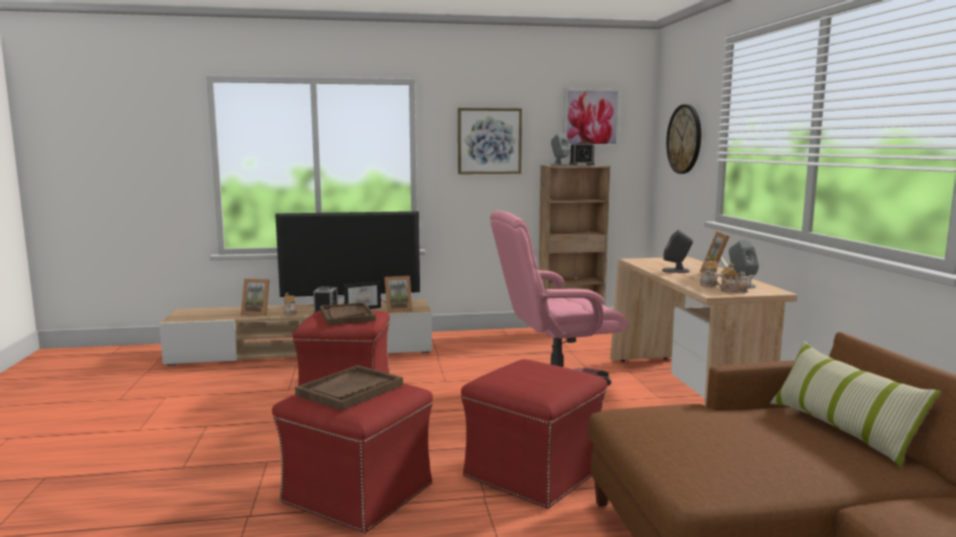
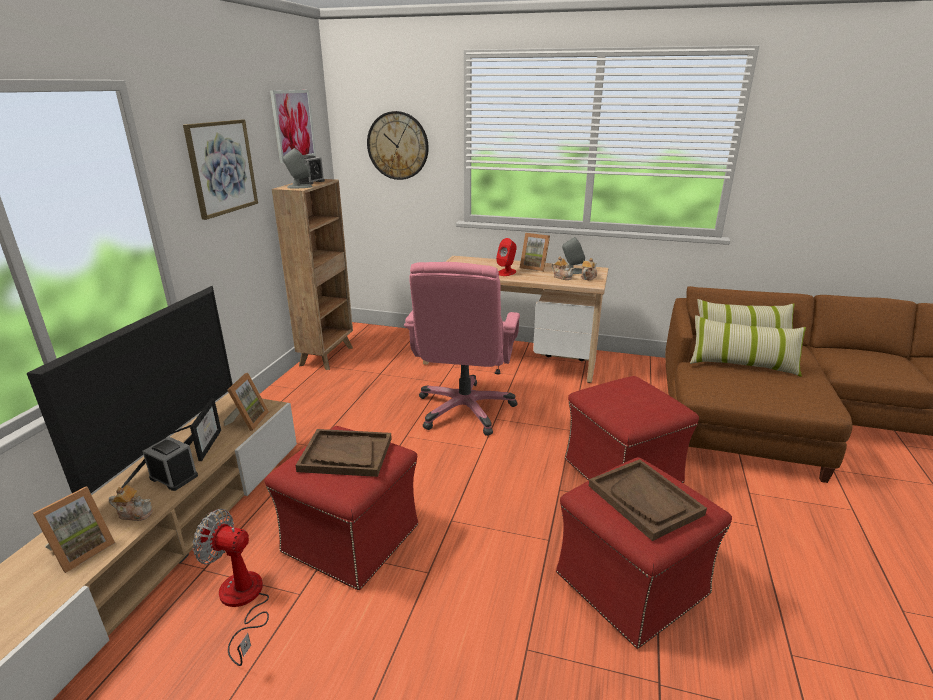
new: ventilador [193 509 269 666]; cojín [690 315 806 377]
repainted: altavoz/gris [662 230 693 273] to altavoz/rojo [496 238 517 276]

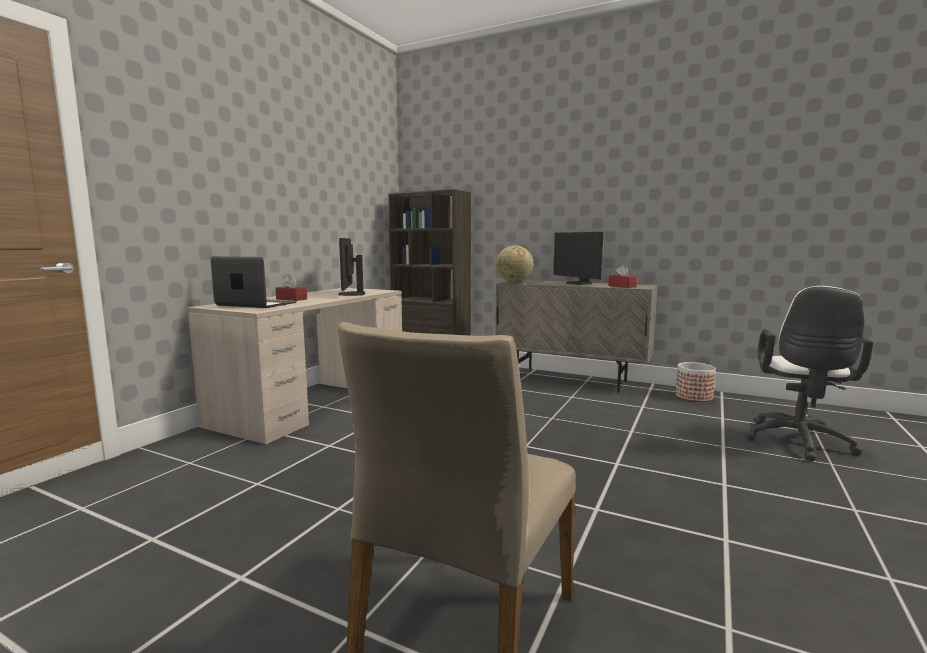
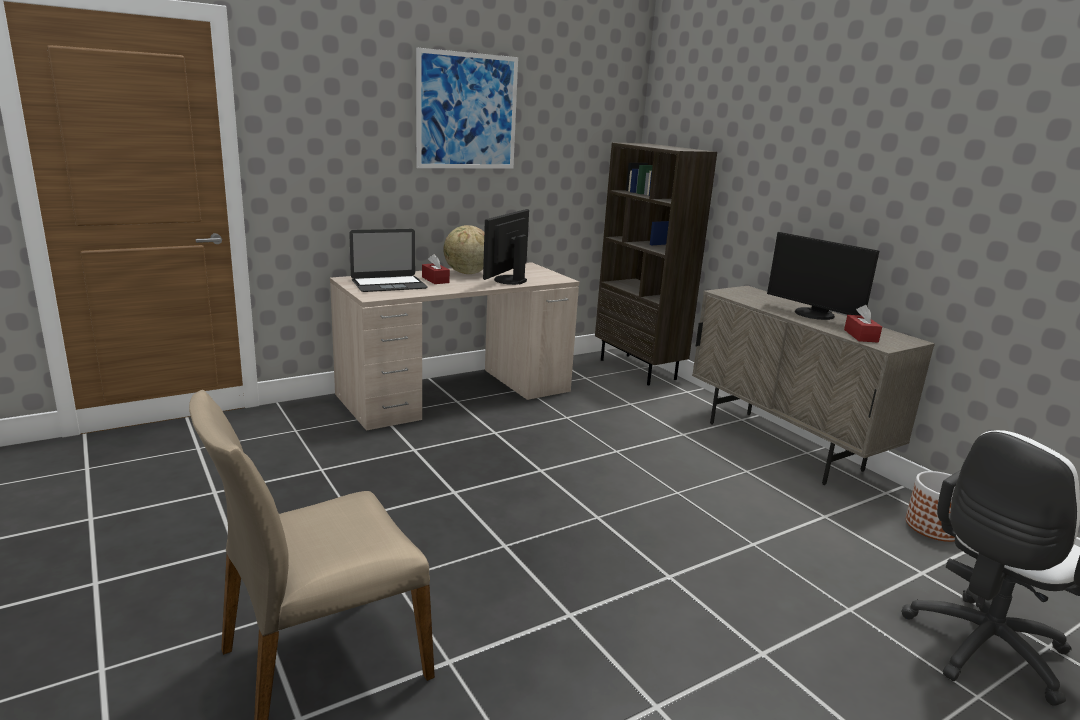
new: cuadro [416 48 518 169]
shifted: globo terráqueo [496 245 533 283] to [443 225 484 274]
rotated: portátil [210 256 297 308] = [349 229 428 292] 105 degrees clockwise; monitor [554 232 603 285] = [767 232 879 320] 45 degrees counterclockwise

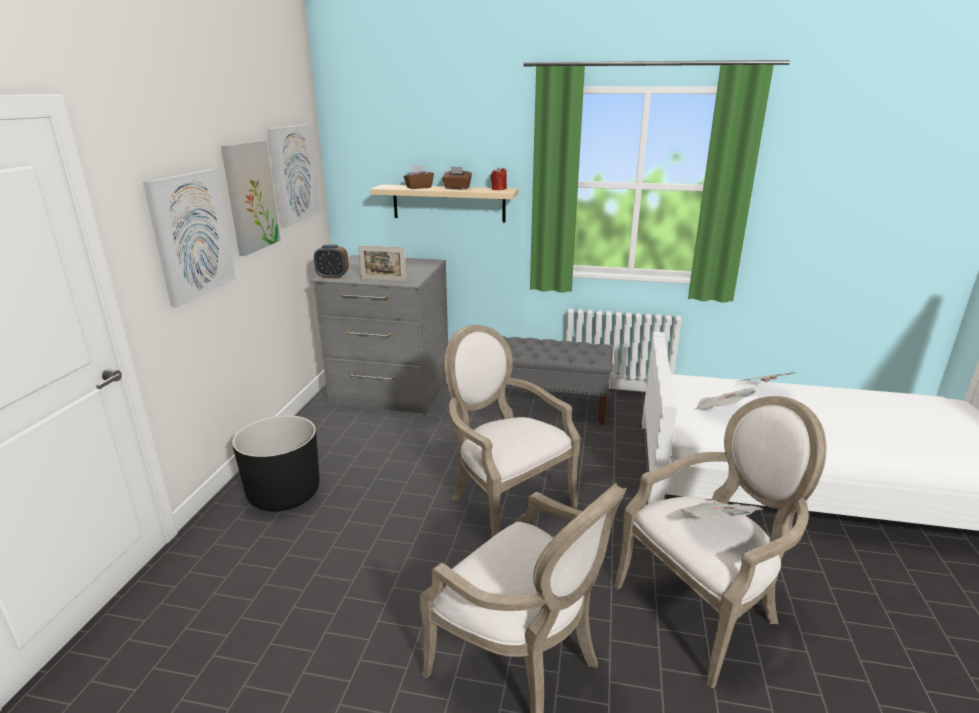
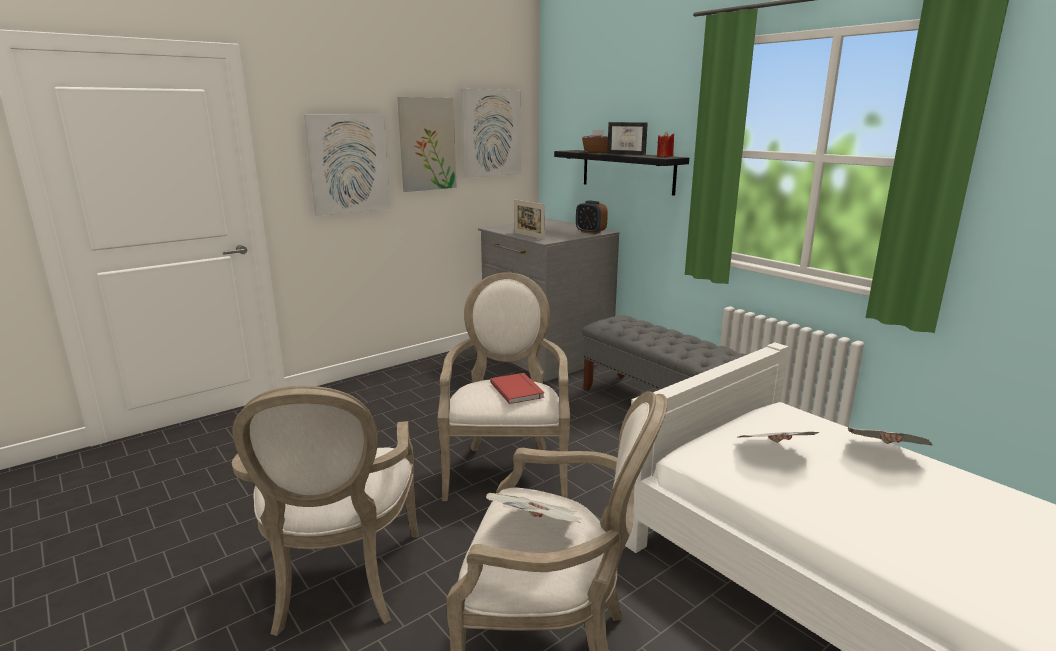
gone: maceta/negro [232 415 320 511]
new: libro/rojo [490 373 545 404]
shifted: despertador [314 245 349 279] to [576 200 608 234]
swapped: caja de pañuelos/marrón [442 166 472 189] to portarretratos [607 122 648 155]
repainted: estante/beis [370 184 518 222] to estante/negro [554 150 689 196]

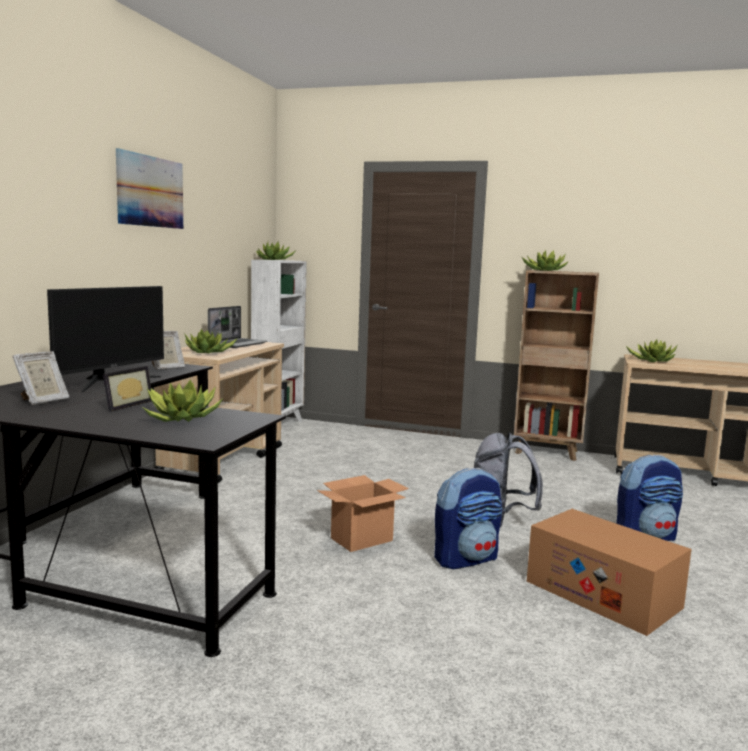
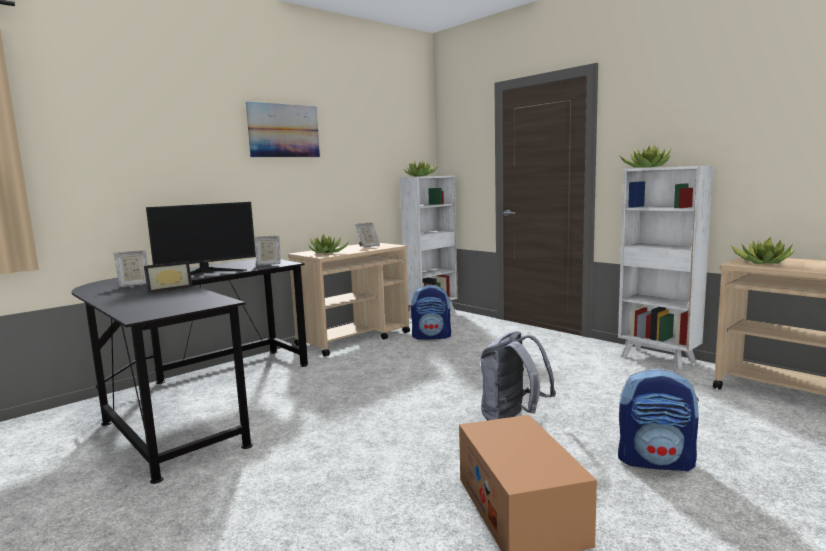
gone: planta en maceta [142 379 223 422]; caja de cartón [317 475 409 552]
shifted: mochila [434 468 502 569] to [411 285 451 340]
swapped: portátil [208 306 268 348] to portarretratos [355 223 380 248]
repainted: estantería/marrón [514 270 599 461] to estantería/blanco [618 165 713 370]

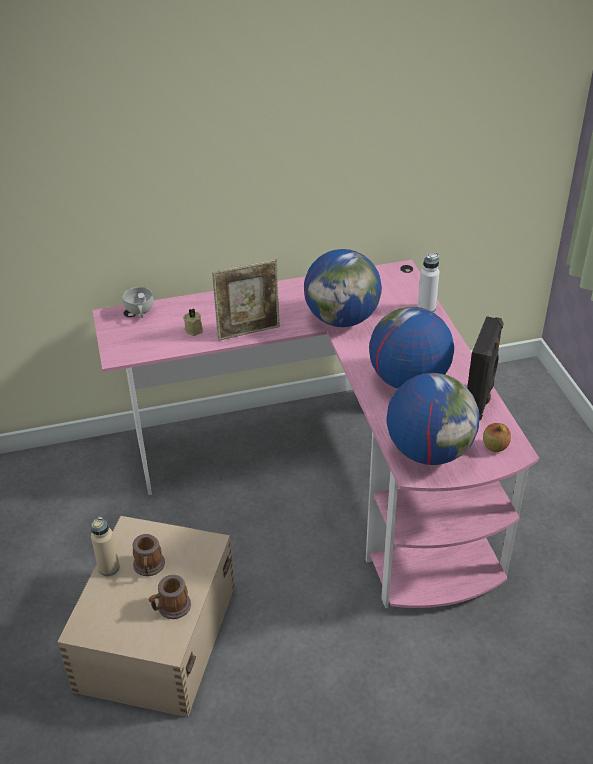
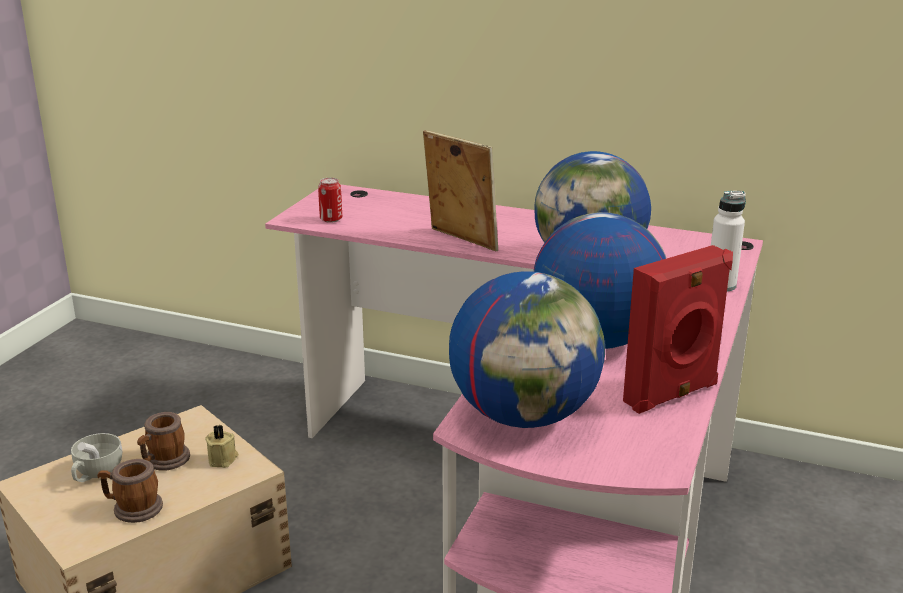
gone: botella/beis [91 517 120 576]; manzana [483 423 511 452]
new: lata [318 178 342 223]
shifted: taza/blanco [123 287 153 318] to [71 433 122 482]; vela/beis [183 308 203 336] to [205 424 239 468]
repainted: altavoz/negro [467 316 504 421] to altavoz/rojo [623 245 733 414]
rotated: portarretratos [212 259 280 341] = [423 130 498 252] 150 degrees counterclockwise

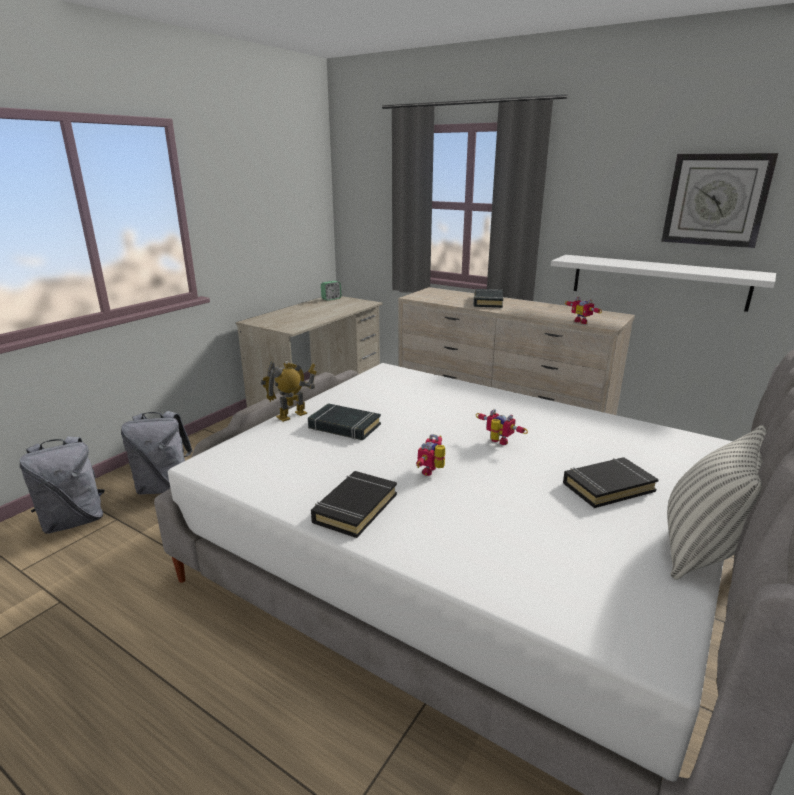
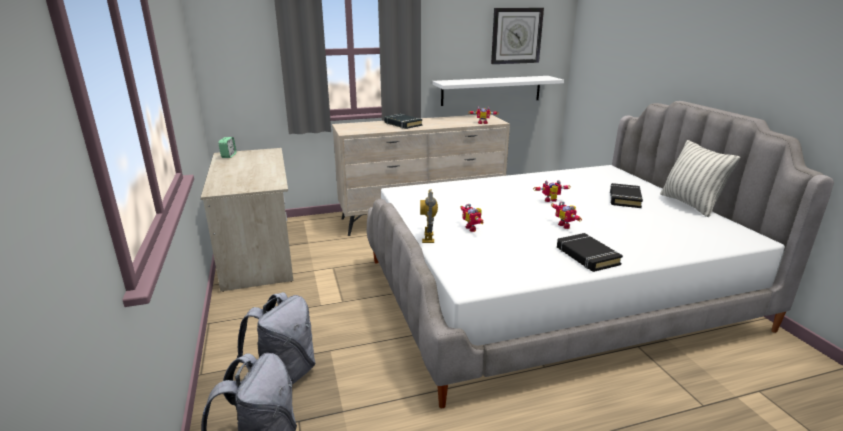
swapped: libro/negro [308 403 381 440] to robot de juguete [460 204 484 232]

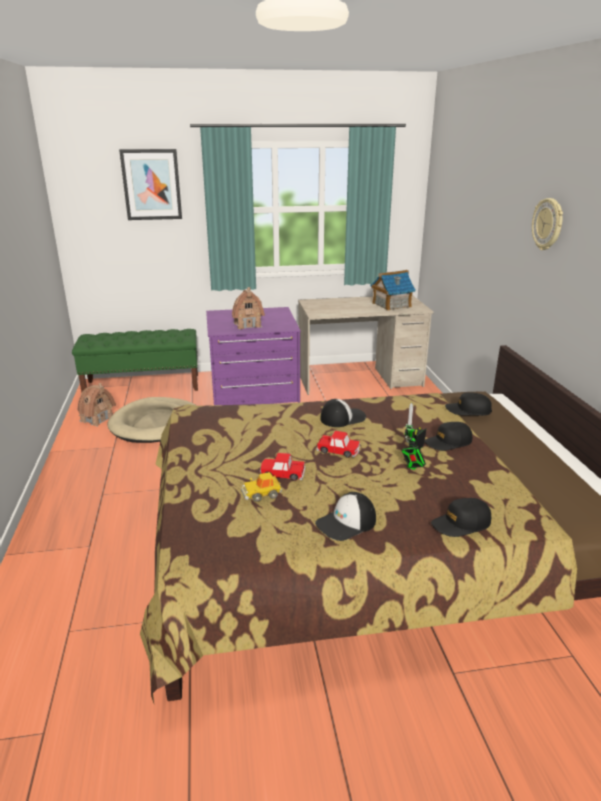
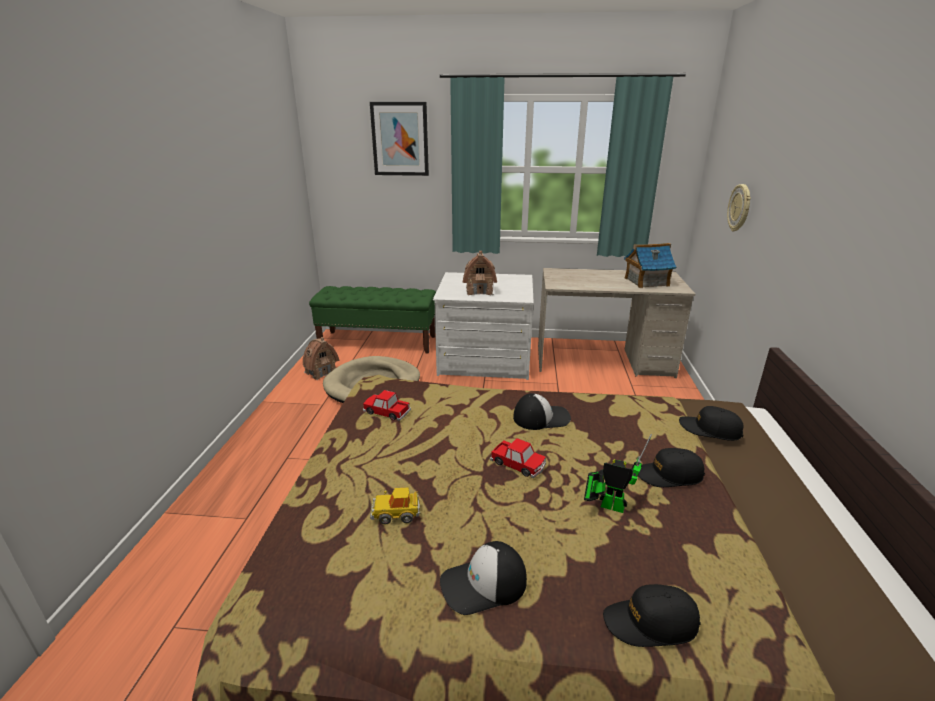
shifted: coche de juguete [260 453 305 481] to [363 390 411 421]; reloj de pared [532 198 563 250] to [727 184 751 231]
repainted: cómoda/morado [206 307 301 405] to cómoda/blanco [433 272 534 380]
rotated: robot de juguete [401 403 426 470] = [584 434 652 513] 60 degrees clockwise

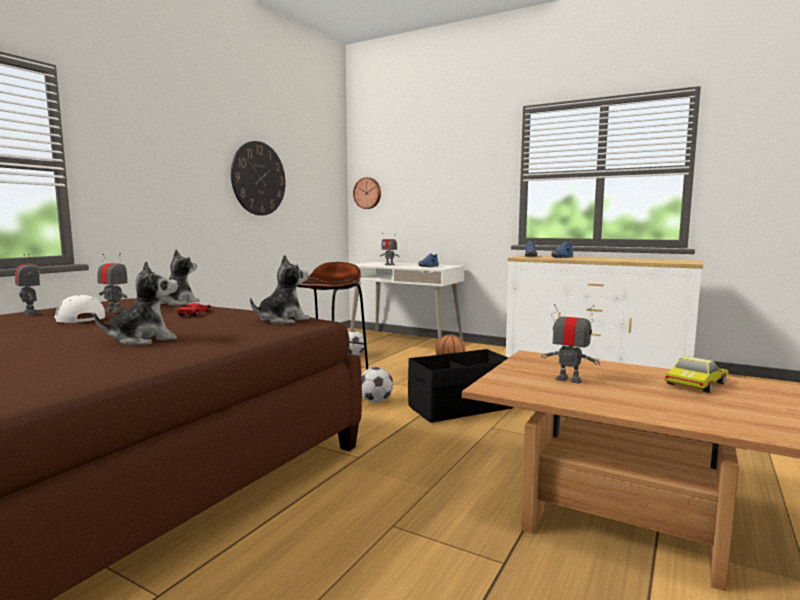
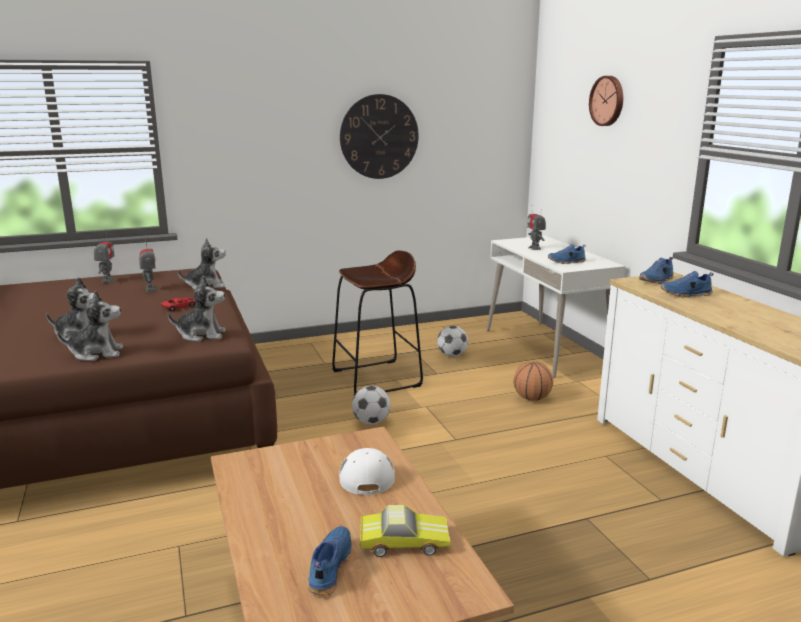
gone: caja de almacenaje/negro [408 349 513 423]; robot de juguete [541 304 600 384]
new: peluche [57 290 123 361]; zapato/azul [309 526 352 596]
shifted: gorra/blanco [54 295 105 323] to [339 448 395 495]; reloj de pared [353 177 381 209] to [589 76 623 126]

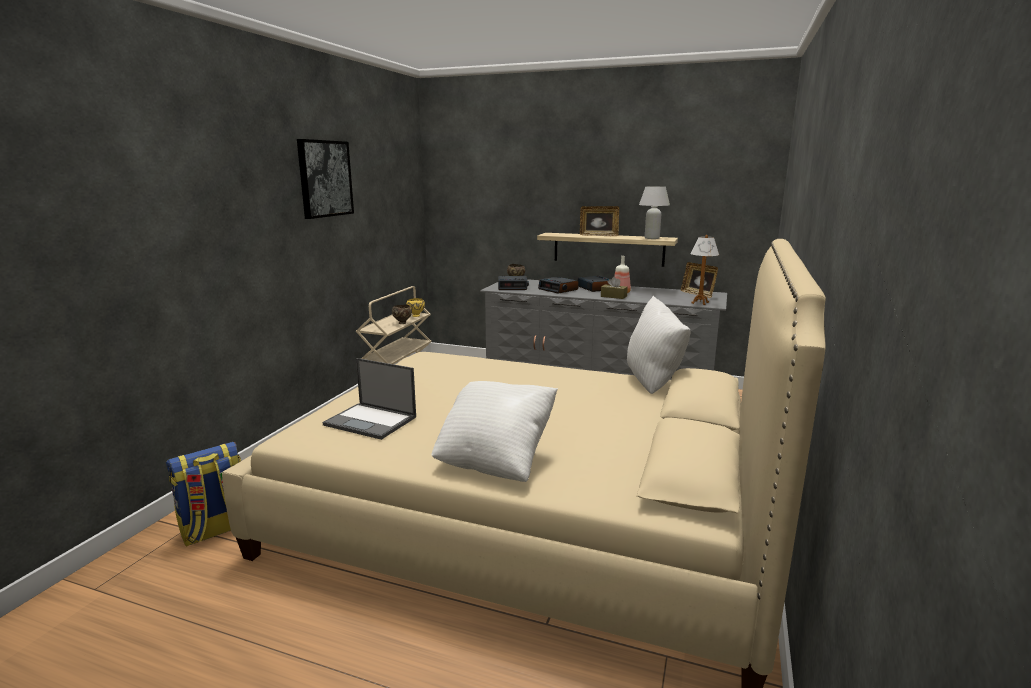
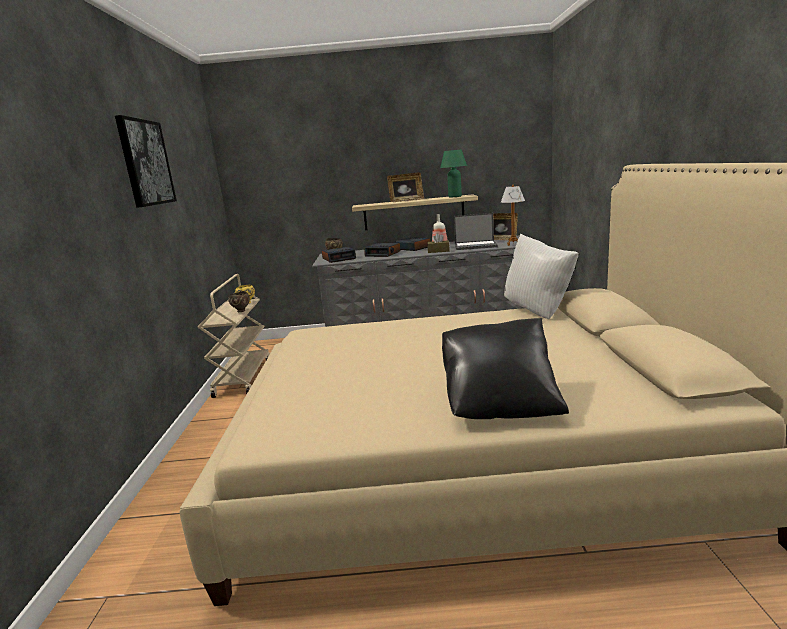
gone: mochila [166 442 241 547]
shifted: portátil [322 358 416 440] to [453 213 498 250]
repainted: cojín/blanco [431 381 558 482] to cojín/negro [442 318 569 419]; lámpara de mesa/blanco [639 186 670 239] to lámpara de mesa/verde [440 150 467 197]

